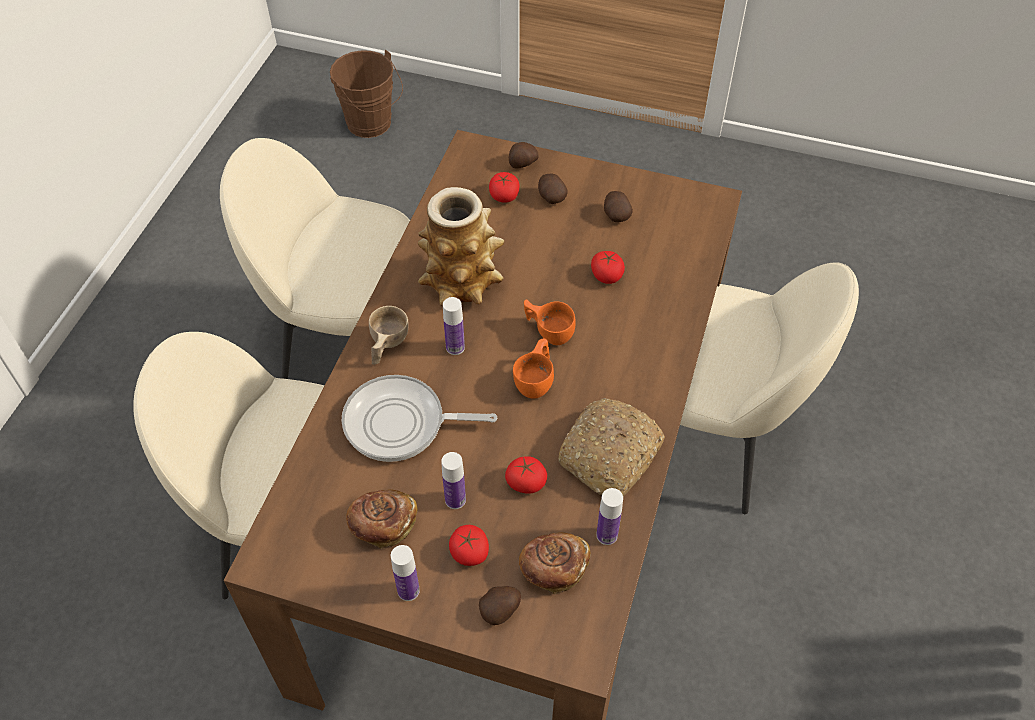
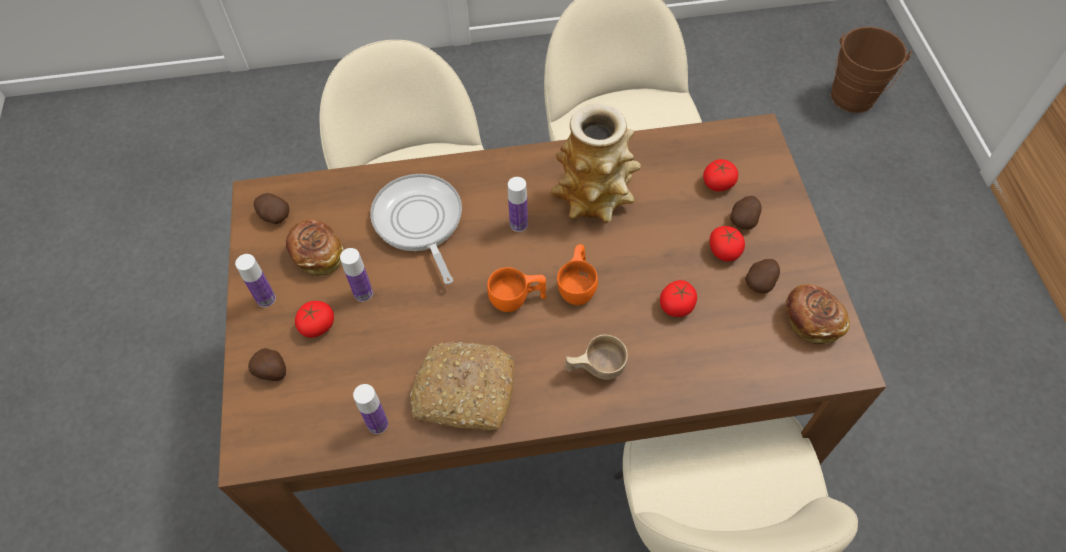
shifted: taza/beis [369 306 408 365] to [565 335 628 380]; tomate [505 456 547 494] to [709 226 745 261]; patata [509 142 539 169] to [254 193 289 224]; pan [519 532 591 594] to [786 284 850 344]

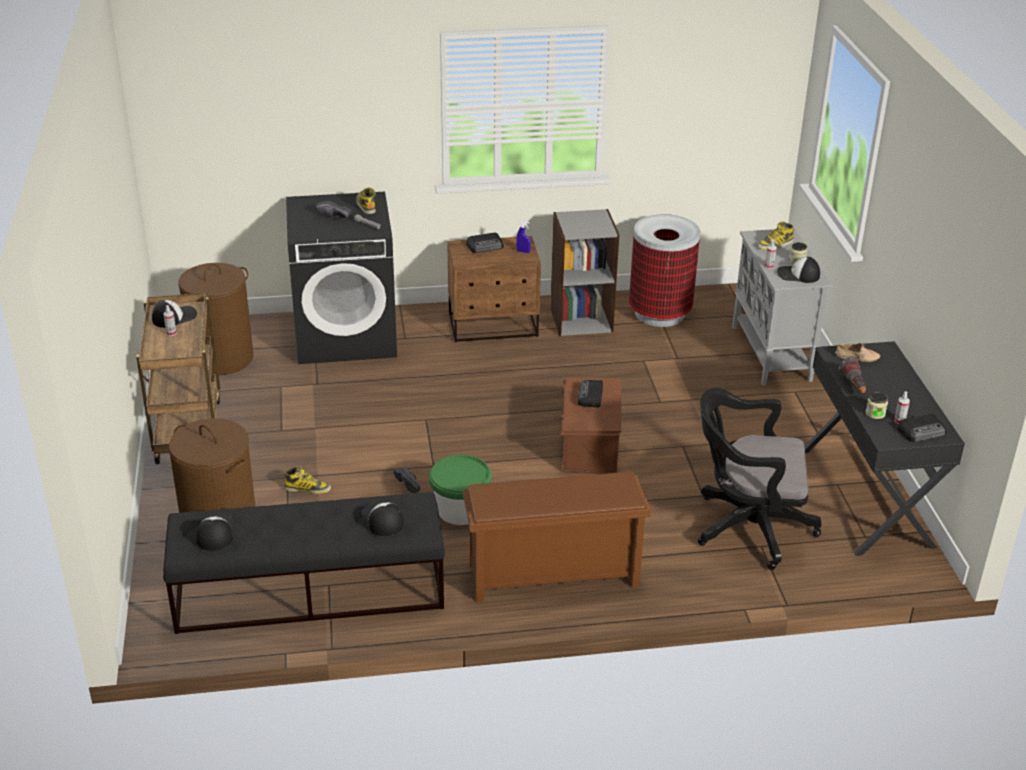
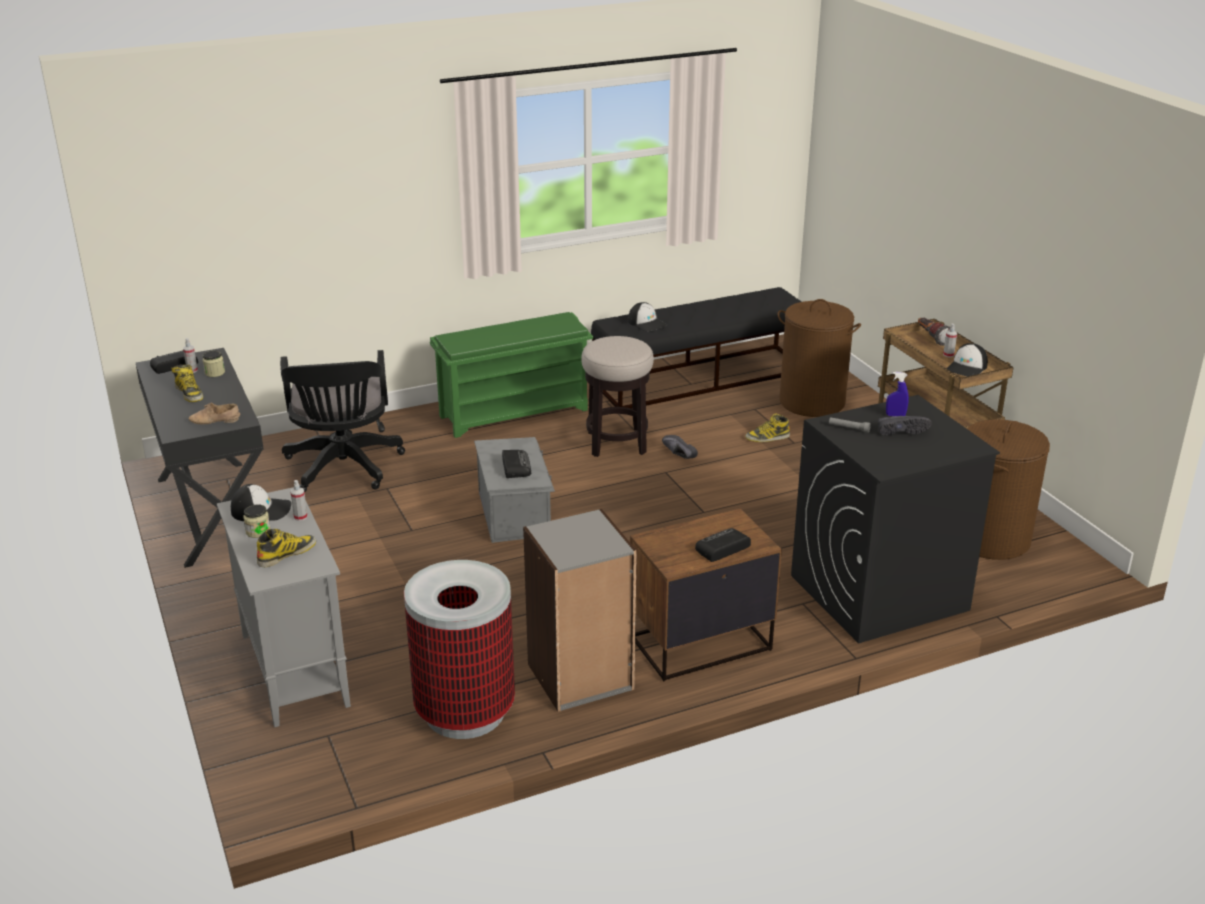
gone: gorra [196 514 235 551]
shifted: bota [356 187 376 214] to [171 365 203 402]; pulverizador/azul [516 220 531 253] to [886 372 909 417]; linterna [839 357 866 393] to [918 318 950 346]
swapped: cubo/verde [429 455 492 525] to taburete [581 336 654 457]
repainted: zapatero/marrón [463 472 651 602] to zapatero/verde [430 312 593 438]; caja de almacenaje/marrón [560 378 621 474] to caja de almacenaje/gris [474 437 555 543]
rotated: silla de oficina/negro [698 388 822 570] = [280 350 405 492] 90 degrees clockwise

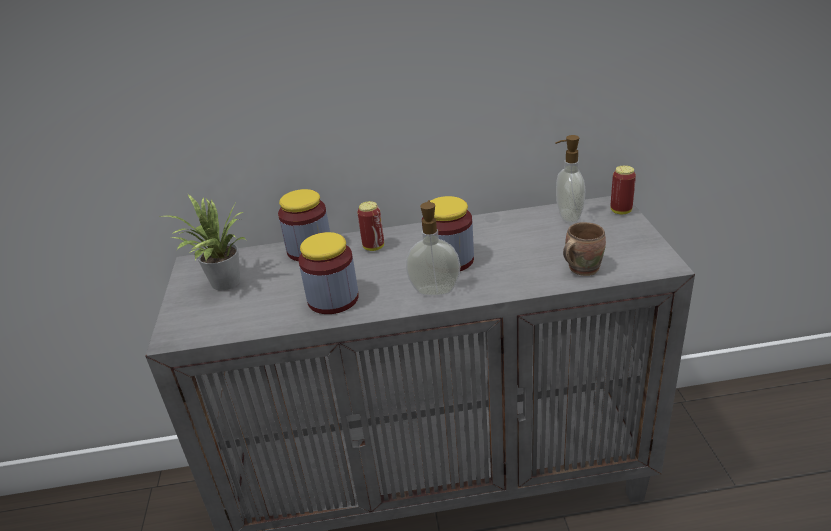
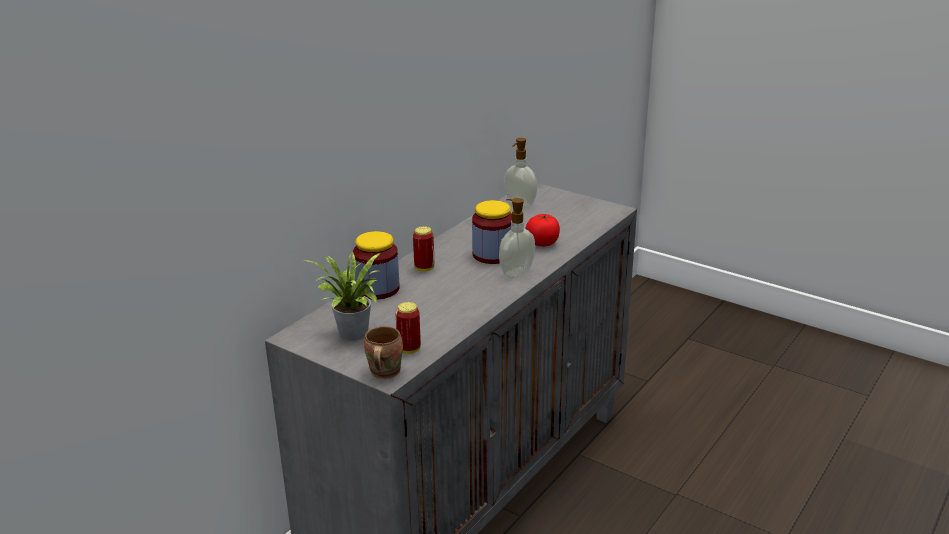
gone: tarro [298 232 359 314]
new: tomate [526 214 560 246]
shifted: taza grande/marrón [563 222 606 276] to [364 326 403 379]; lata [610 165 636 214] to [395 302 421 354]

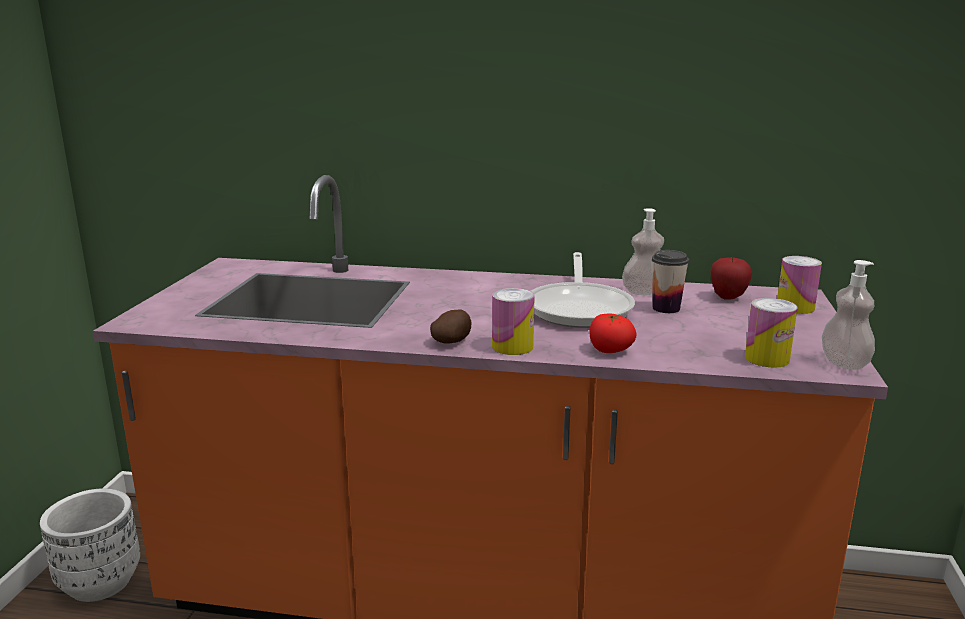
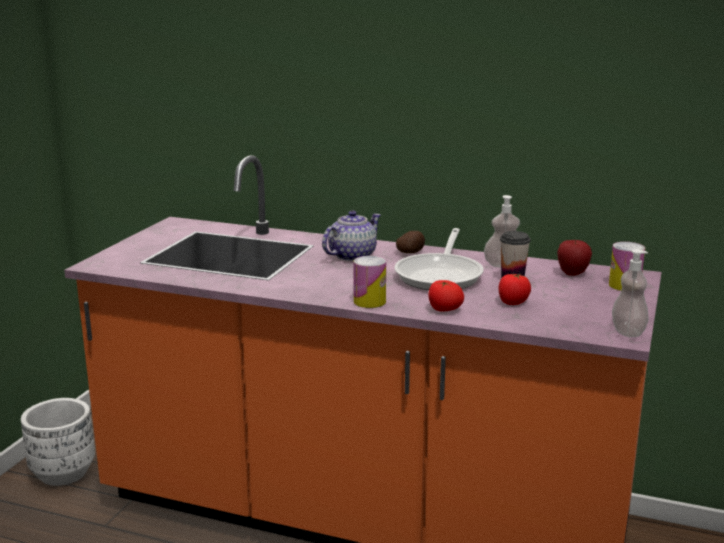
gone: lata [745 298 798 368]
new: tetera [322 211 381 261]; tomate [498 273 531 305]
shifted: patata [430 310 471 344] to [396 231 425 253]

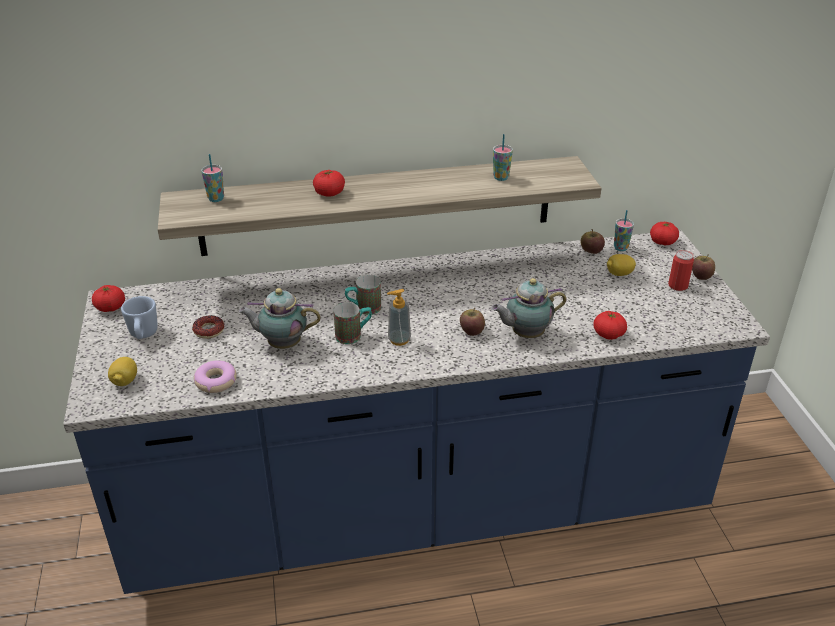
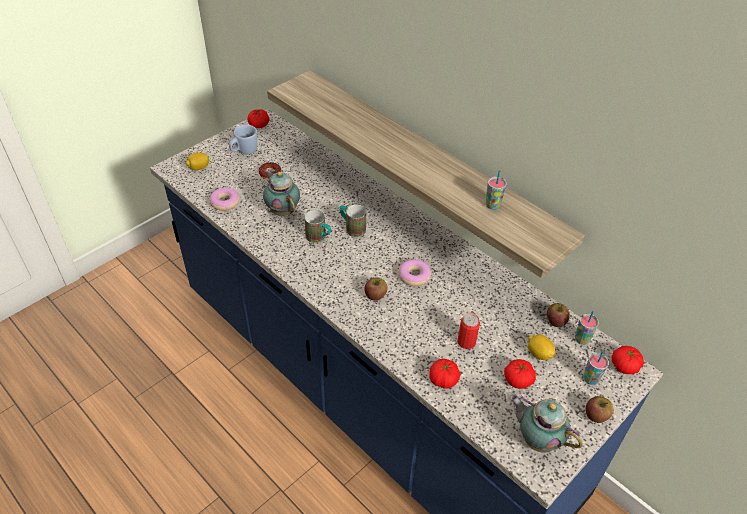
gone: dispensador de jabón [387 289 411 346]
new: rosquilla [398 259 431 286]
shifted: taza [201 154 224 202] to [583 351 609 385]; tomate [313 170 345 197] to [504 359 536 389]; tetera [491 278 566 338] to [510 395 583 453]; lata [668 250 694 291] to [457 313 480 349]

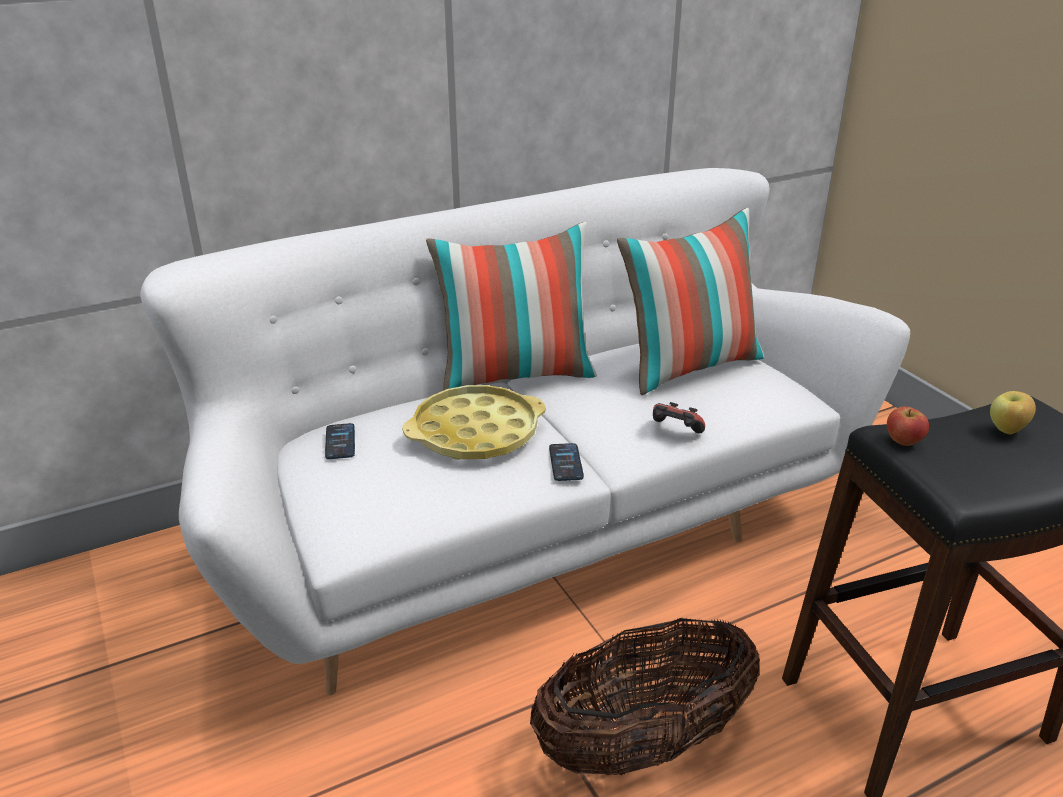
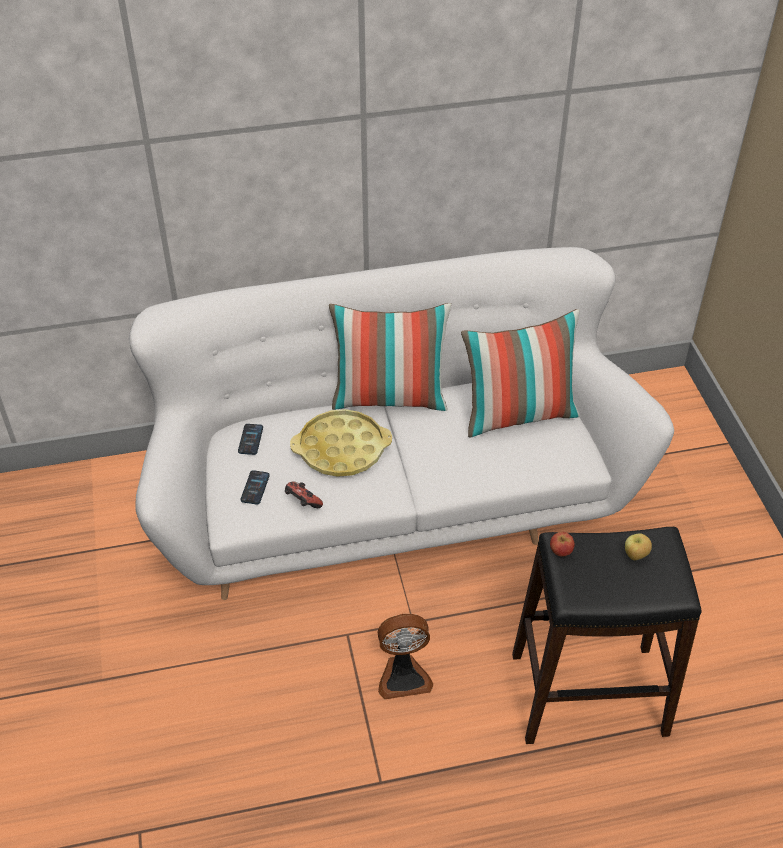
shifted: móvil [549 443 584 481] to [241 470 270 504]; mando de consola [653 402 705 433] to [285 482 323 508]
swapped: cesta [530 617 760 775] to ventilador [378 614 433 699]

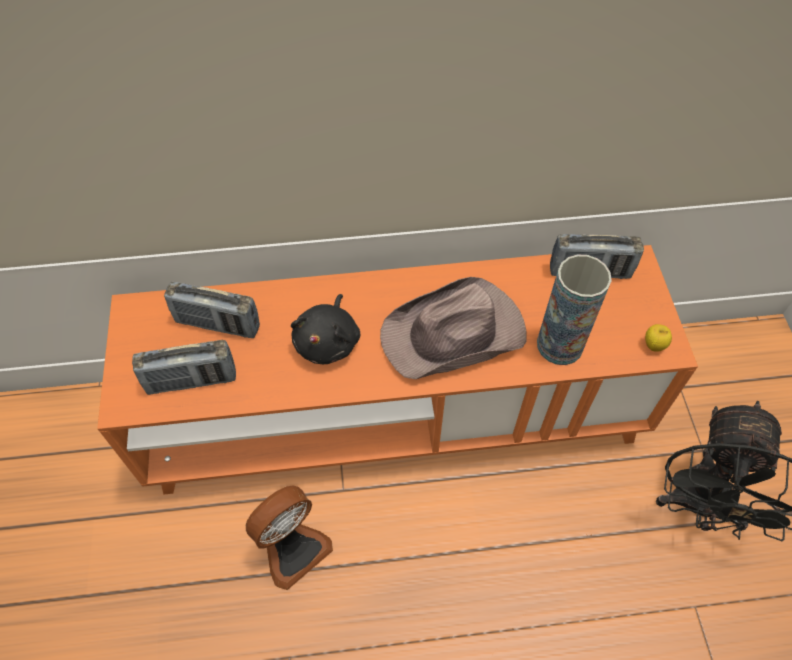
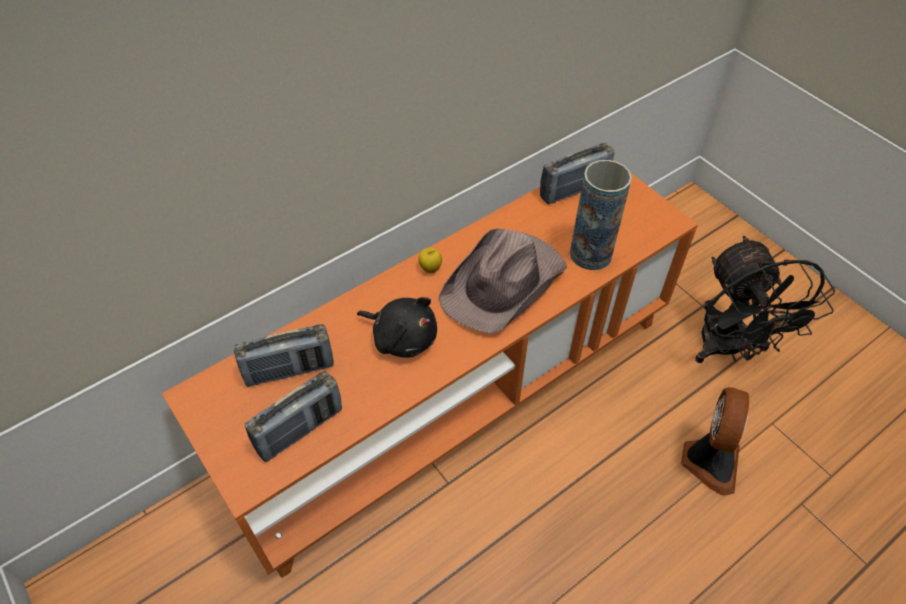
shifted: ventilador [246 485 333 590] to [681 387 749 496]; manzana [645 324 672 352] to [418 247 442 273]
rotated: peluche/negro [291 294 360 364] = [357 297 437 358] 45 degrees counterclockwise

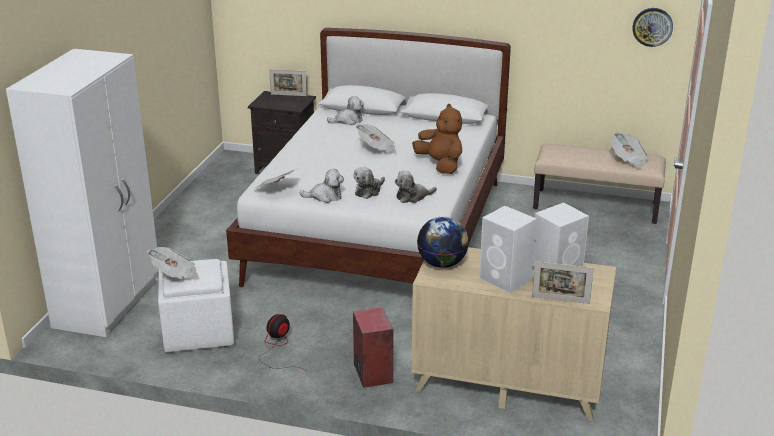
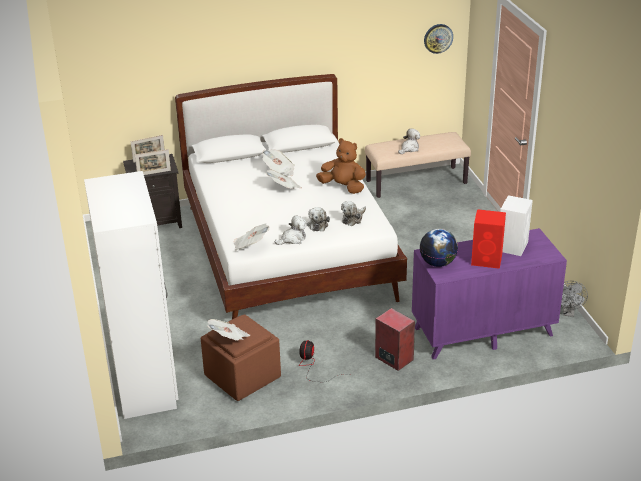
new: ventilador/gris [561 281 588 317]
shifted: peluche [327 96 364 125] to [398 129 420 154]; portarretratos [532 261 594 304] to [135 149 171 175]; periódico [611 133 650 169] to [262 149 295 176]
repainted: puf/blanco [158 259 234 352] to puf/marrón [201 315 281 401]; cómoda/beis [412 247 616 421] to cómoda/morado [412 228 567 360]; altavoz/blanco [479 206 537 293] to altavoz/rojo [471 209 506 269]

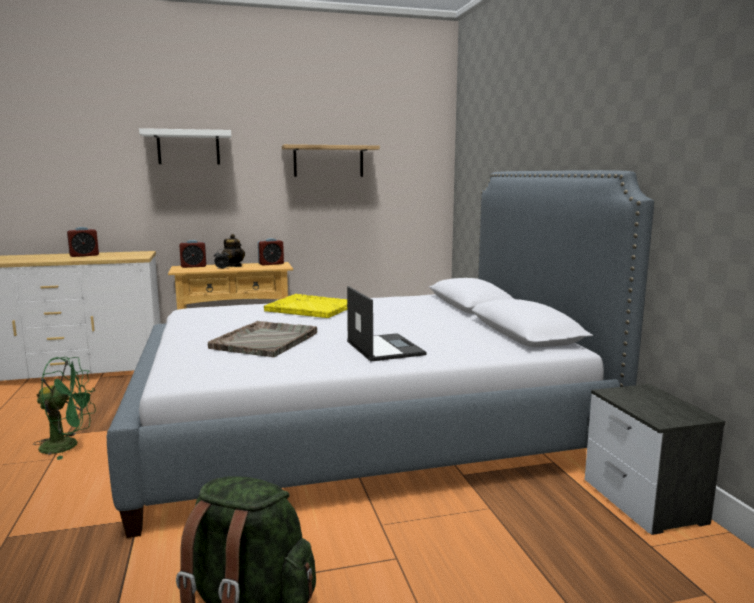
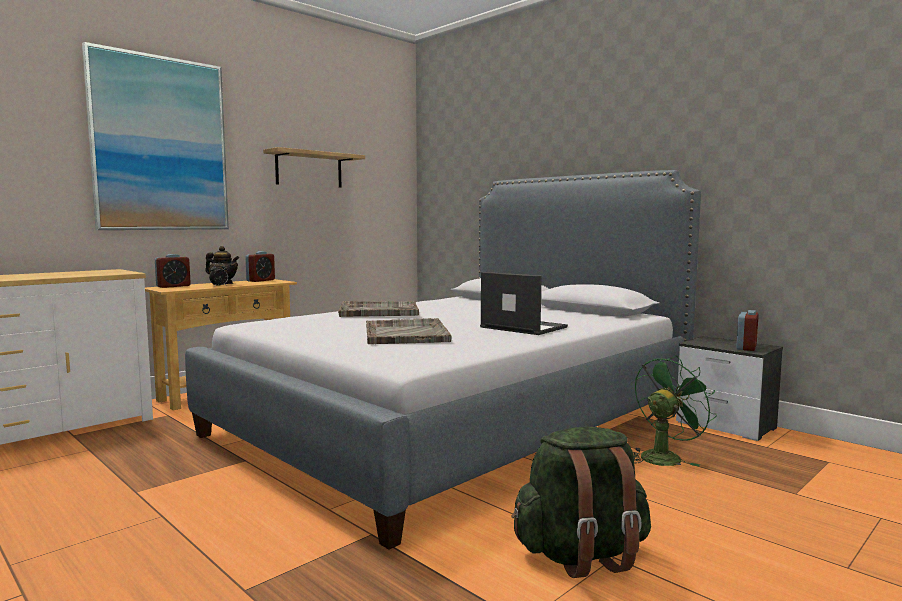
shifted: ventilador/verde [33 357 96 460] to [633 355 717 466]; despertador [67 227 99 257] to [736 310 759 351]
swapped: estante/blanco [139 128 231 165] to cuadro [82 42 229 230]
repainted: bandeja/amarillo [264 294 347 318] to bandeja/gris [338 301 419 317]

